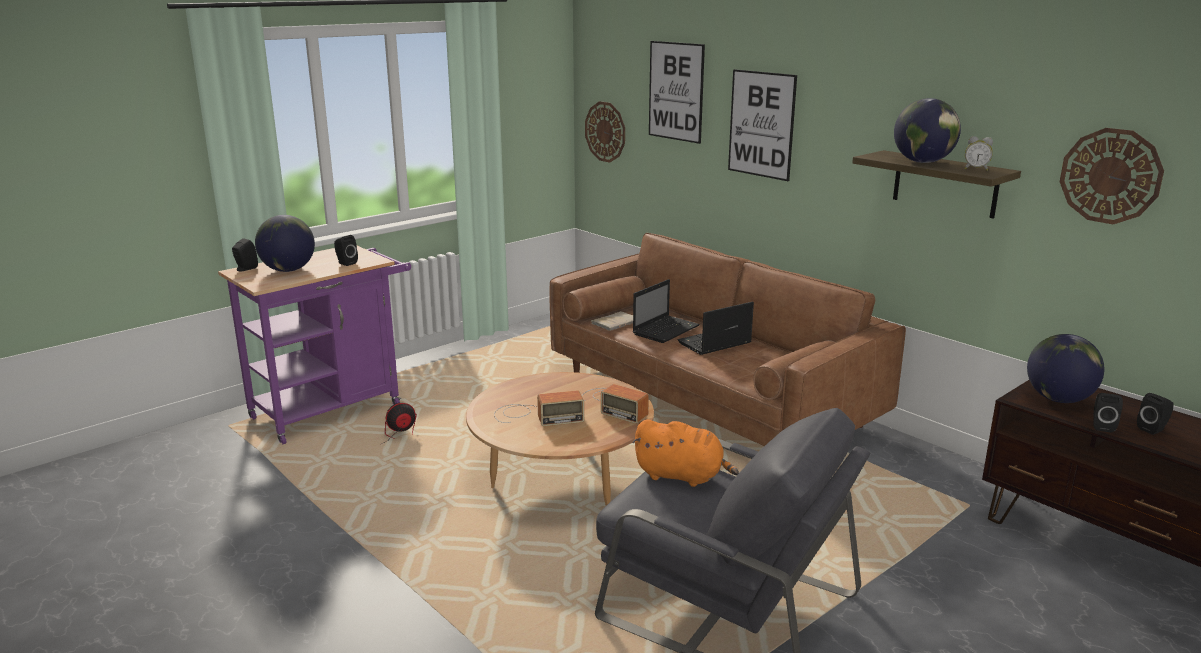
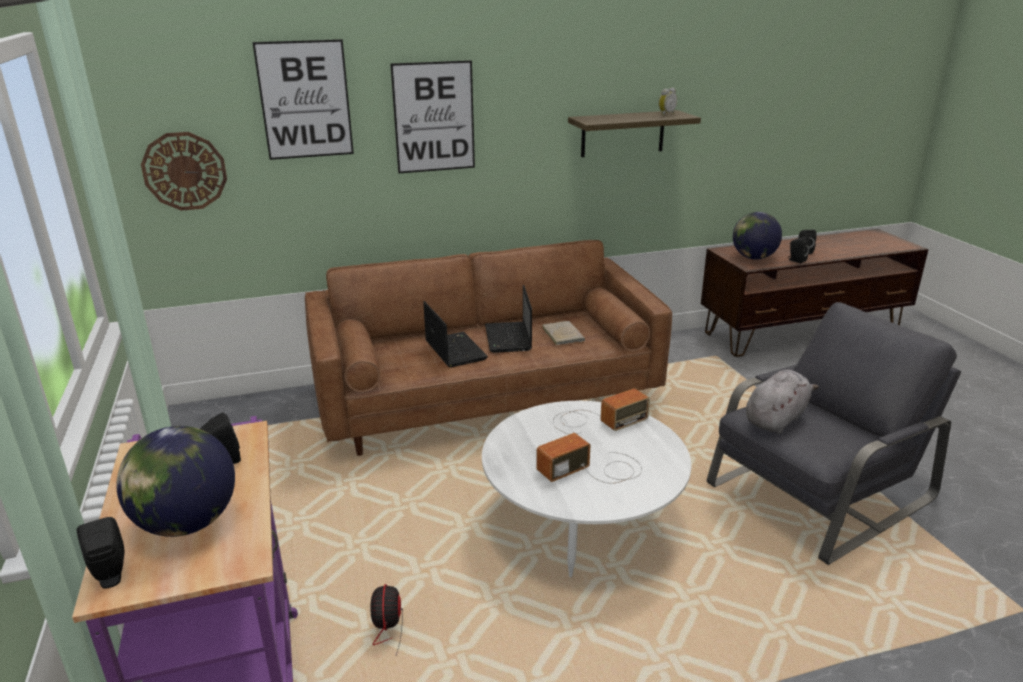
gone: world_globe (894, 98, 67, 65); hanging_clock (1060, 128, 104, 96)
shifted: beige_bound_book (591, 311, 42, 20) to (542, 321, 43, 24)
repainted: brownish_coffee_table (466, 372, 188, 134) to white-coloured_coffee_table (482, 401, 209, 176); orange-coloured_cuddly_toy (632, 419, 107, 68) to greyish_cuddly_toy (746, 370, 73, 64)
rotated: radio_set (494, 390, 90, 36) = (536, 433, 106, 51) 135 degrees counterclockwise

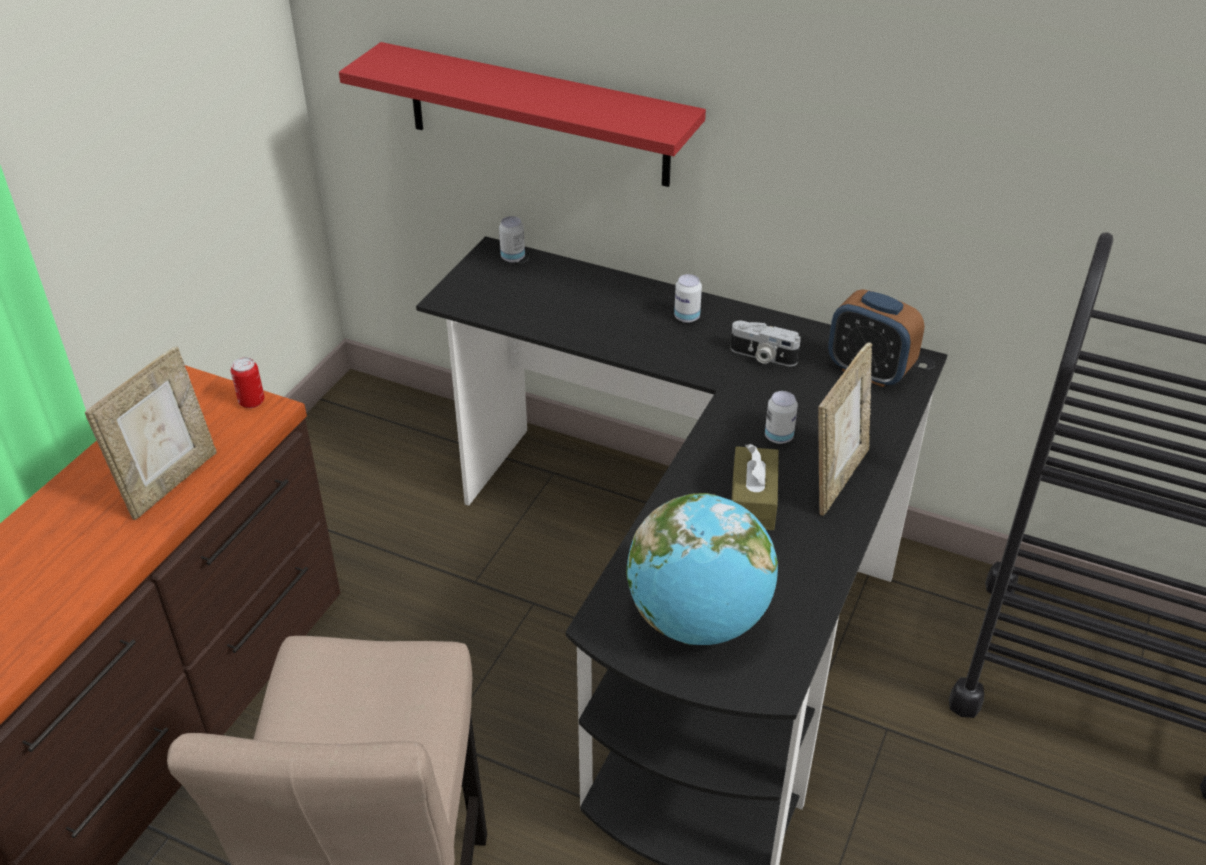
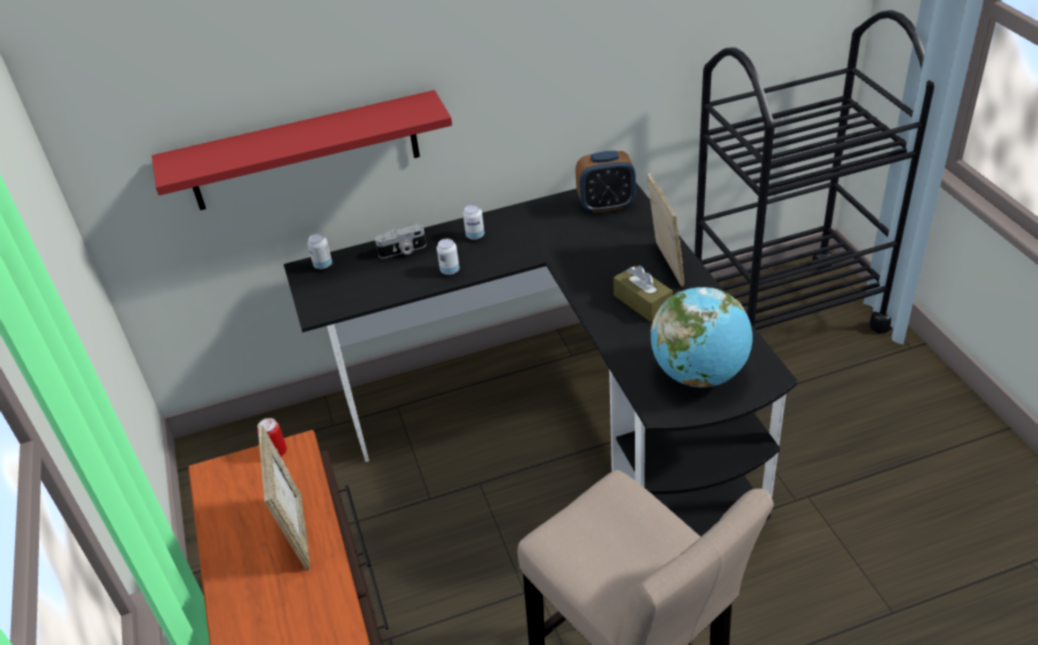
shifted: still_camera (730, 321, 71, 46) to (375, 224, 51, 35); sealed_can (765, 391, 33, 53) to (437, 238, 22, 37)

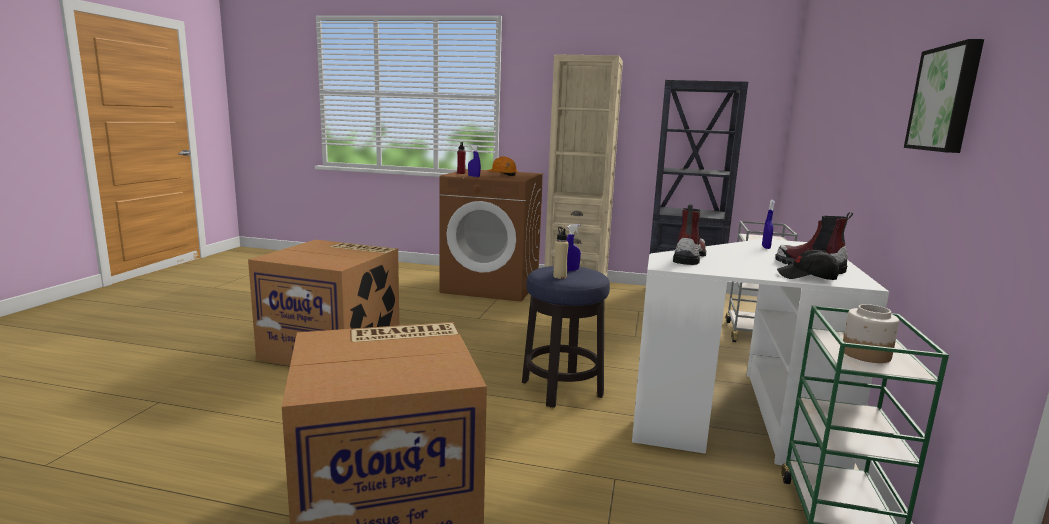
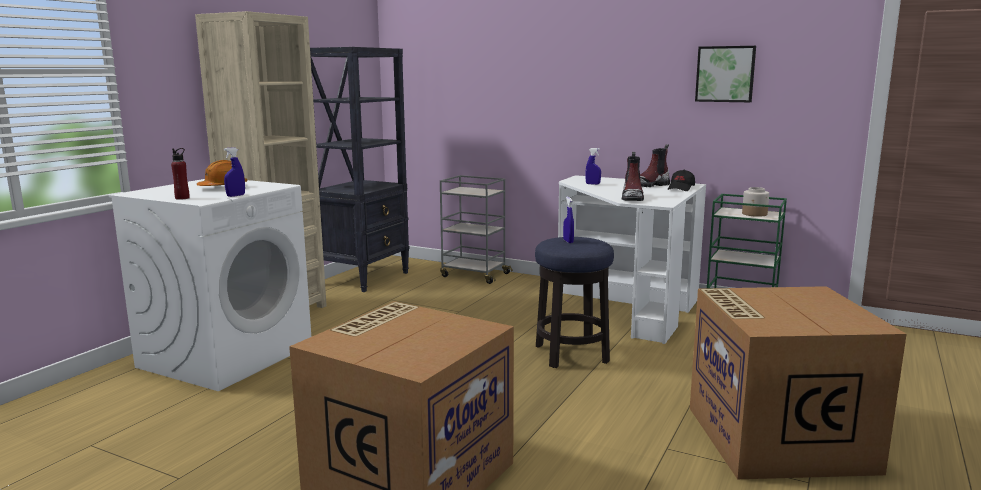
gone: beige_bottle (553, 227, 16, 52)
repainted: brownish_laundry_machine (440, 169, 103, 133) to white-coloured_laundry_machine (108, 179, 203, 212)
rotated: high-top_boot (673, 204, 33, 61) = (622, 152, 22, 49) 120 degrees counterclockwise

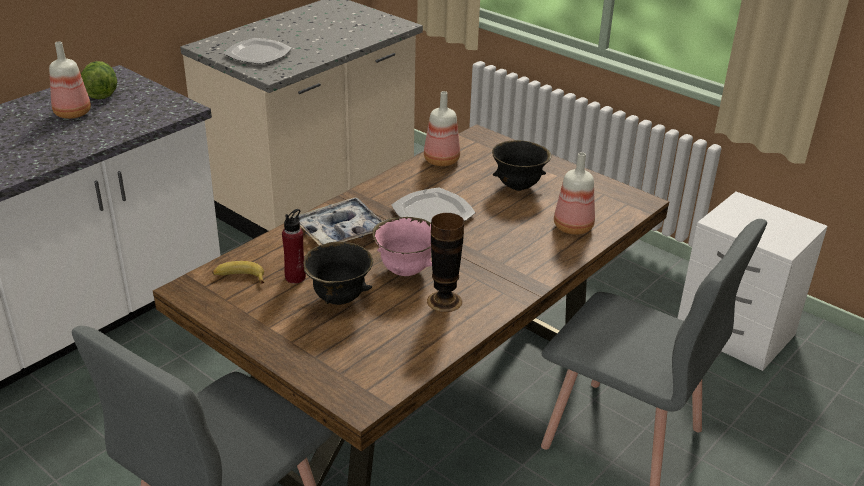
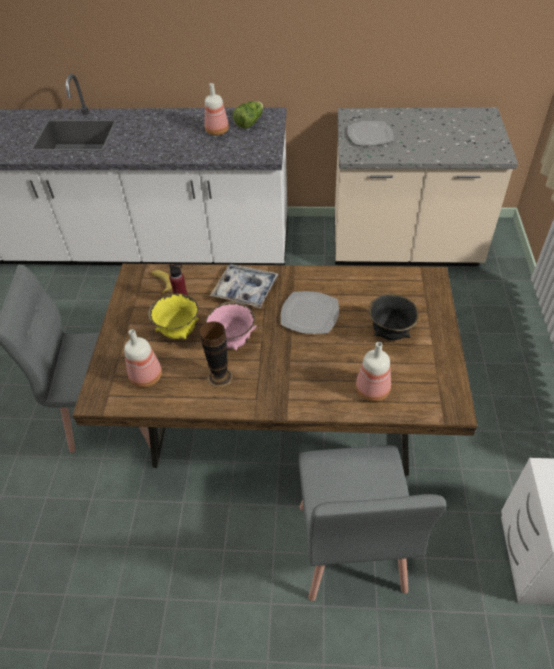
shifted: bottle (424, 91, 36, 75) to (124, 329, 38, 58)
repainted: black_bowl (303, 242, 70, 63) to yellowish_bowl (148, 293, 51, 46)

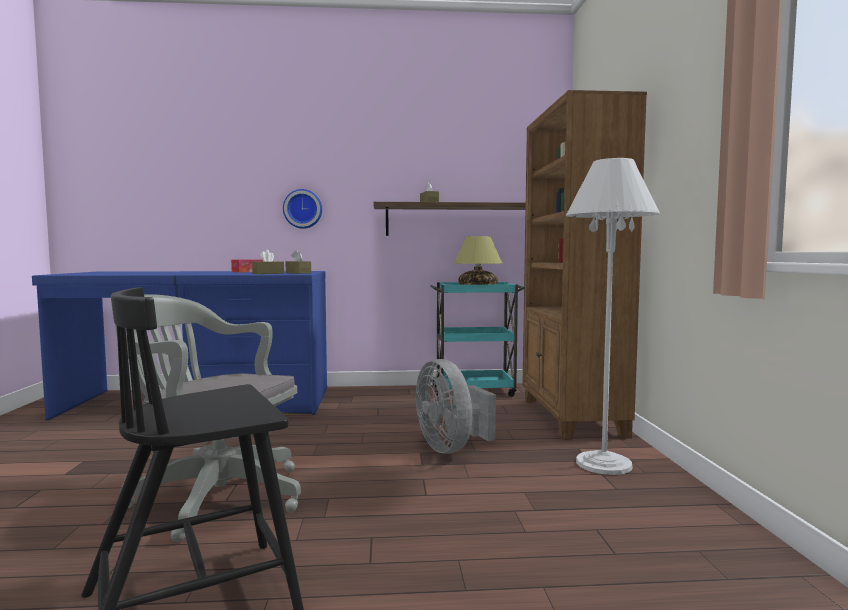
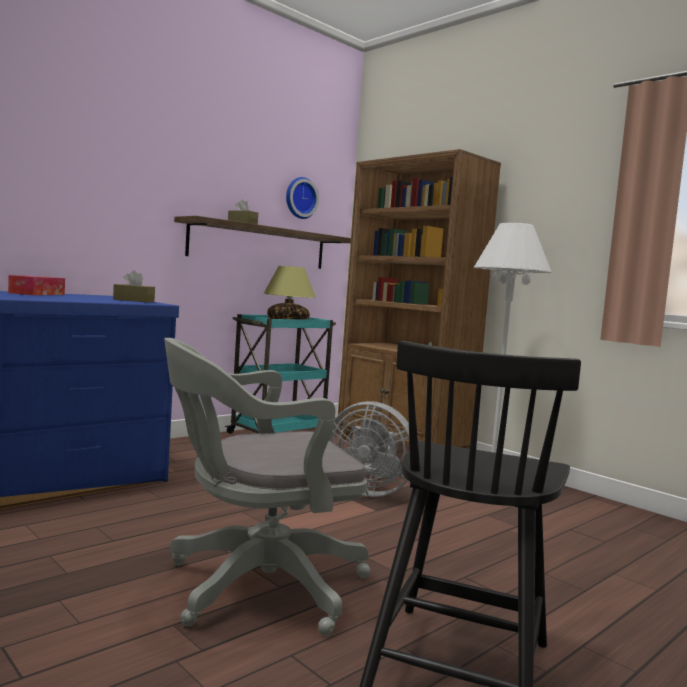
gone: brownish_box_of_tissues (252, 250, 32, 24)
shifted: hanging_clock (283, 189, 39, 40) to (286, 177, 33, 42)

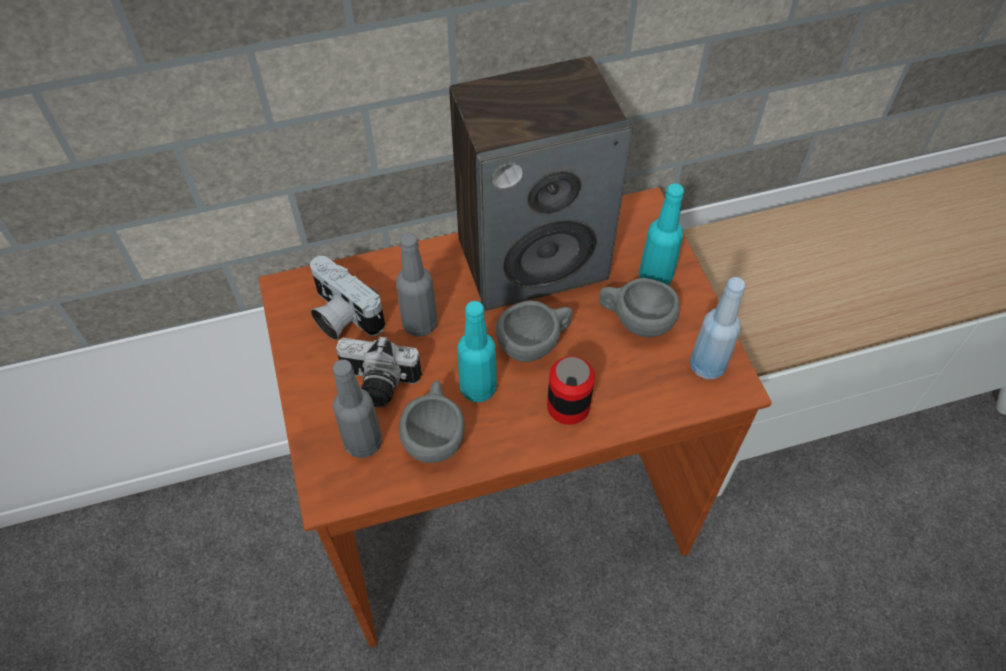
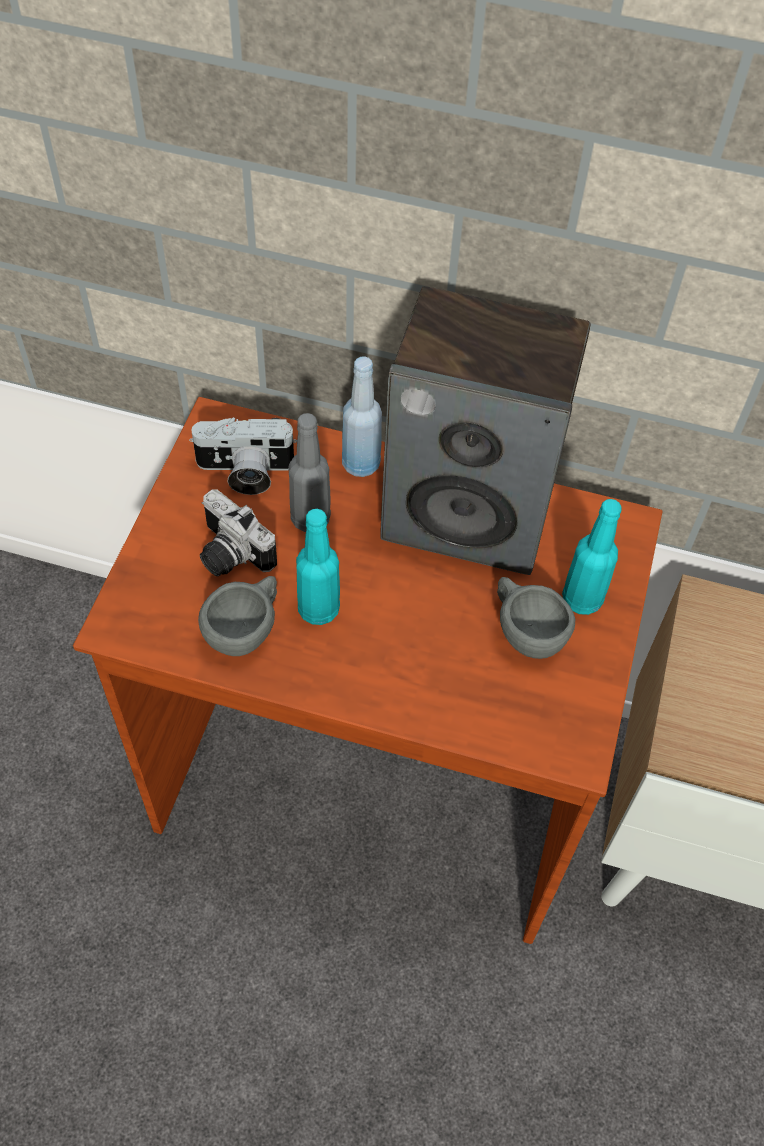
gone: greyish_bottle (332, 359, 50, 99); greyish_drinking_cup (496, 300, 77, 62); sealed_can (547, 357, 48, 68)
shifted: blue-coloured_bottle (690, 277, 56, 102) to (342, 356, 40, 121)
rotated: still_camera (310, 256, 75, 84) = (189, 417, 108, 78) 75 degrees counterclockwise

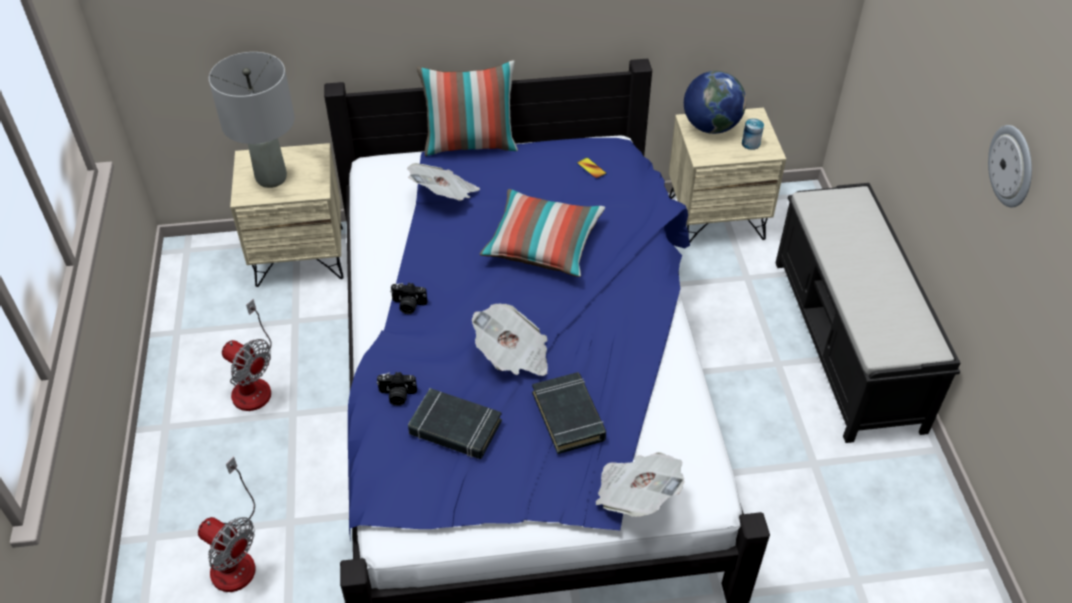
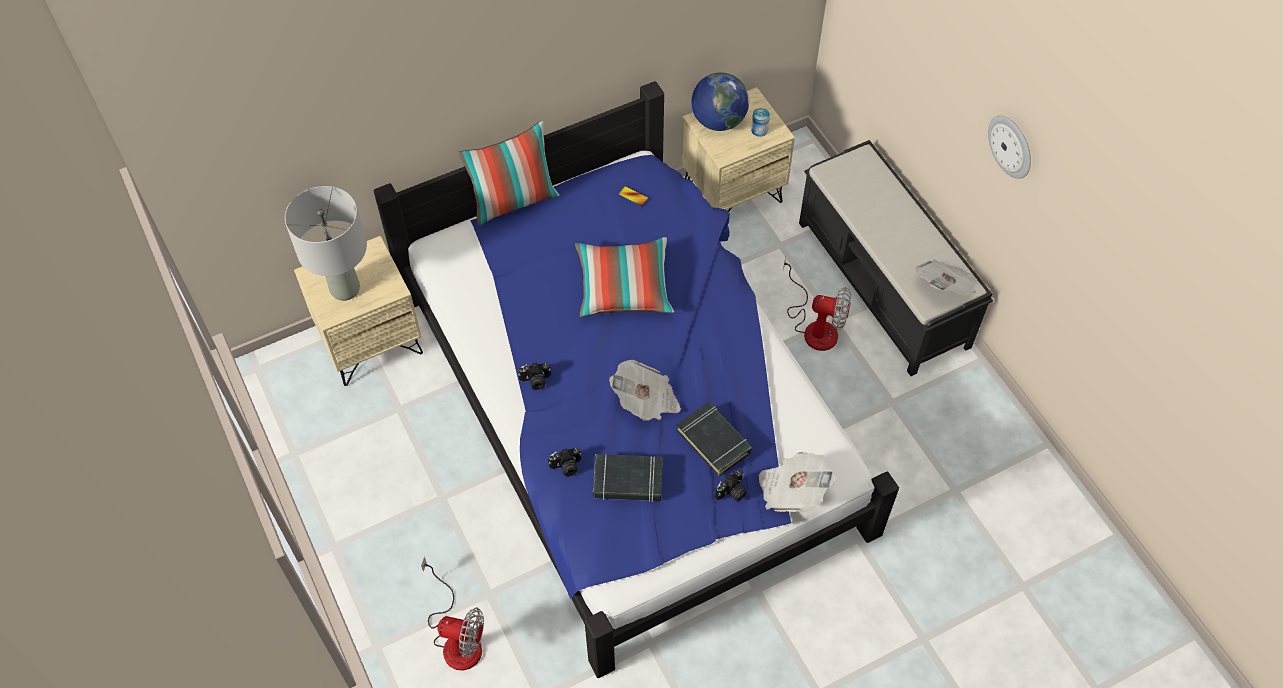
new: still_camera (715, 470, 32, 31)
shifted: cooling_fan (222, 299, 50, 112) to (783, 257, 68, 94); newspaper (407, 163, 73, 38) to (916, 260, 60, 36)

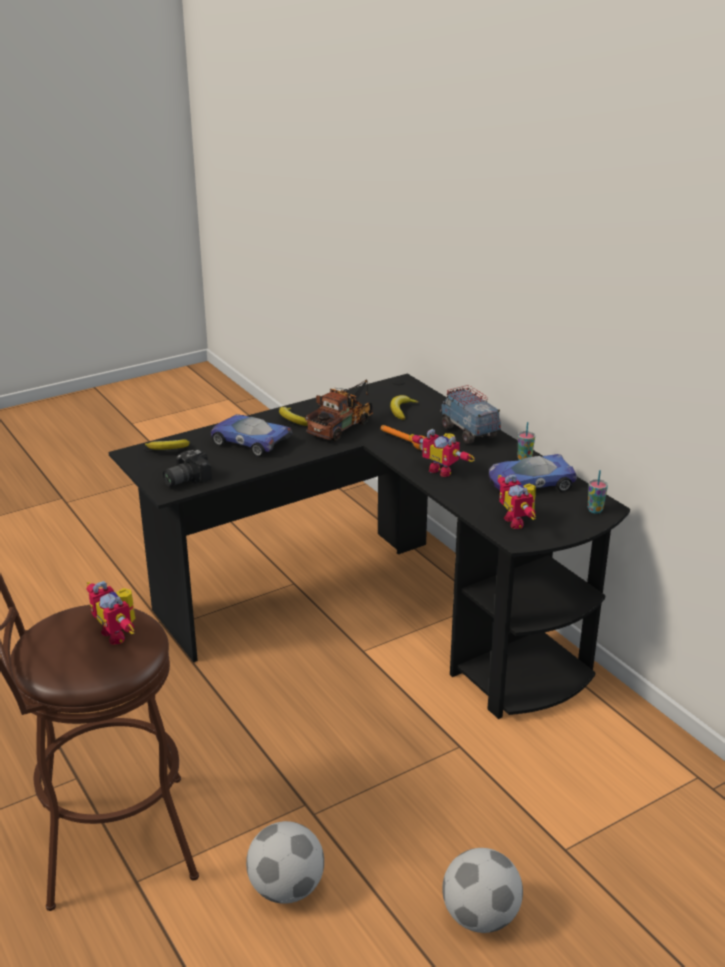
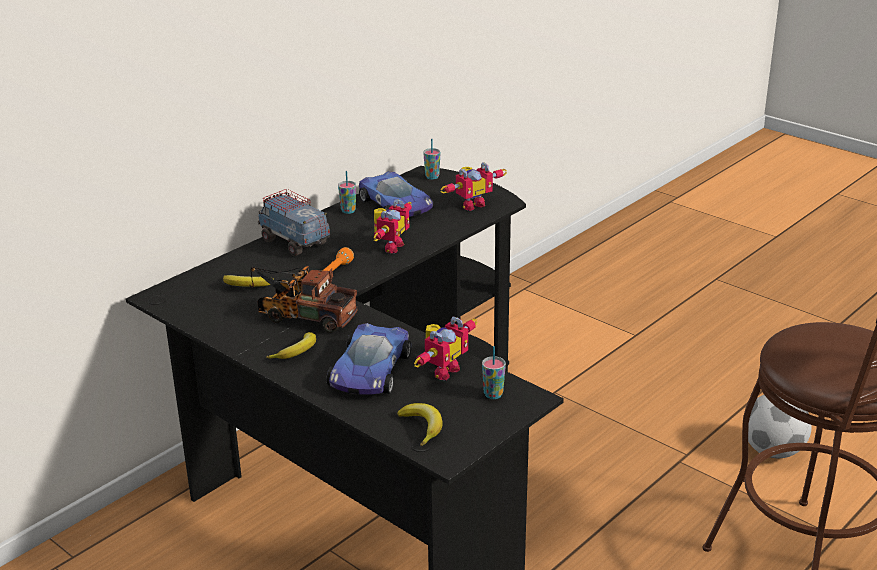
gone: football_ball (442, 848, 81, 85)
shifted: toy_robot (86, 581, 49, 64) to (414, 317, 63, 63)
swapped: still_camera (163, 450, 49, 36) to drinking_cup (482, 346, 24, 53)
rotated: toy_truck (440, 385, 61, 59) = (258, 189, 73, 67) 90 degrees clockwise

